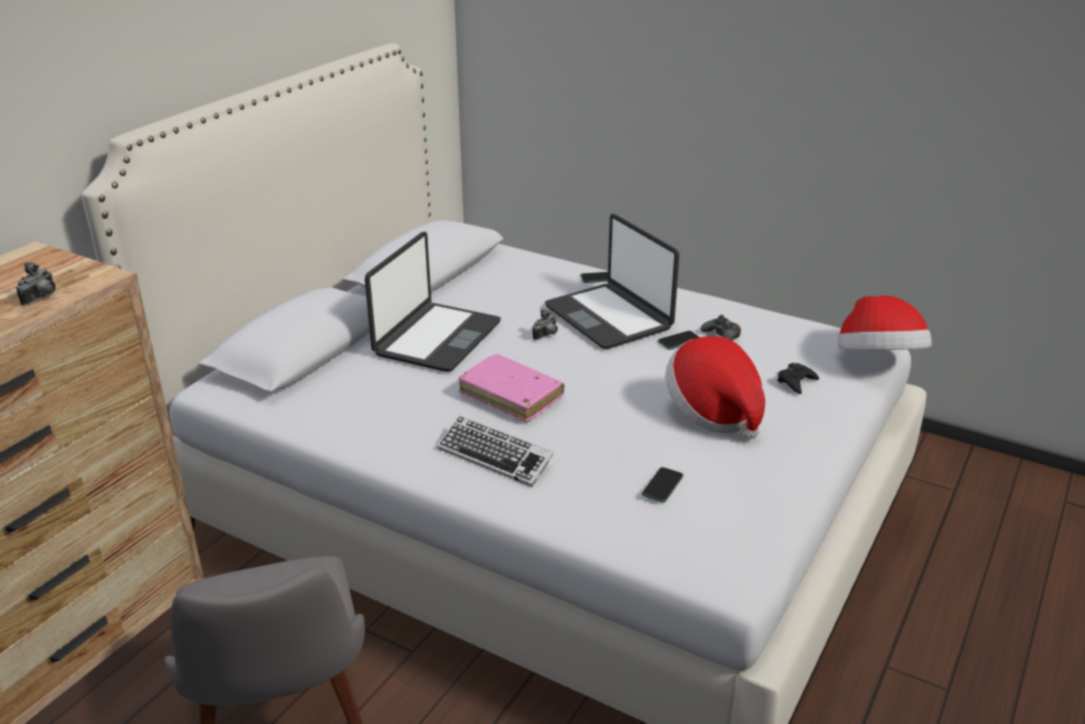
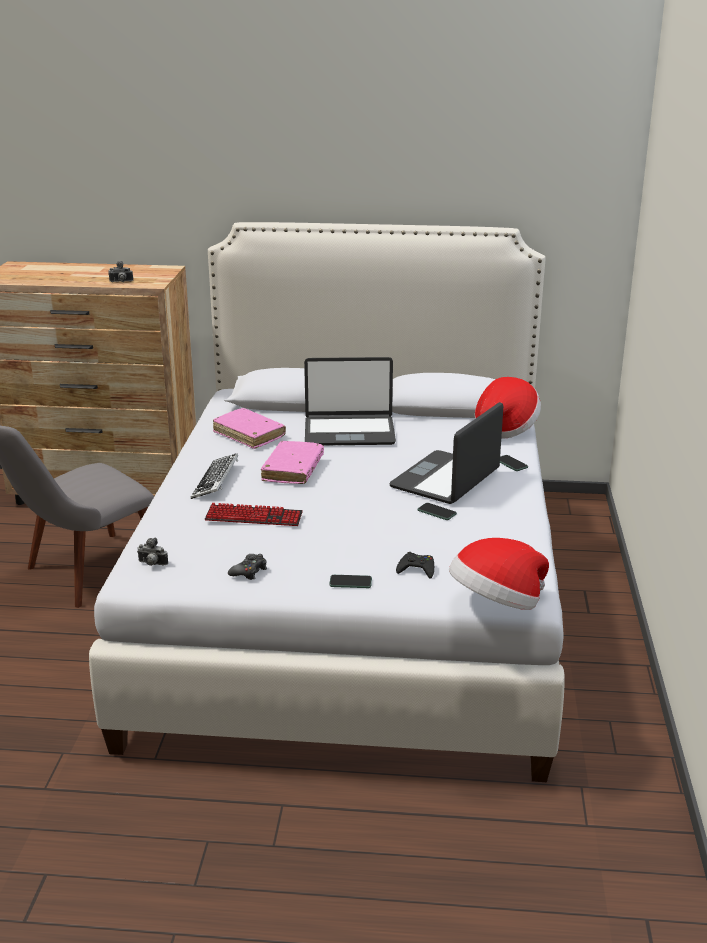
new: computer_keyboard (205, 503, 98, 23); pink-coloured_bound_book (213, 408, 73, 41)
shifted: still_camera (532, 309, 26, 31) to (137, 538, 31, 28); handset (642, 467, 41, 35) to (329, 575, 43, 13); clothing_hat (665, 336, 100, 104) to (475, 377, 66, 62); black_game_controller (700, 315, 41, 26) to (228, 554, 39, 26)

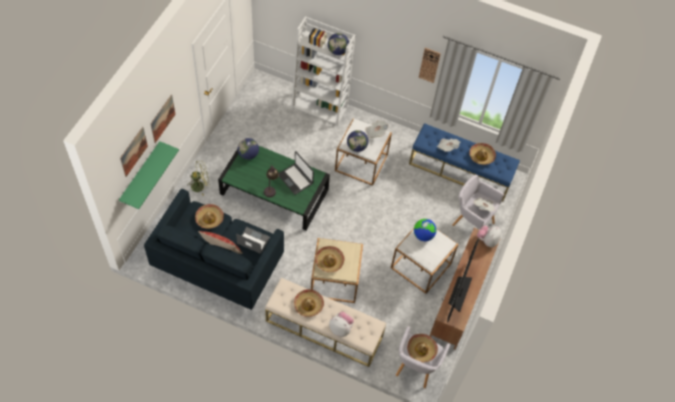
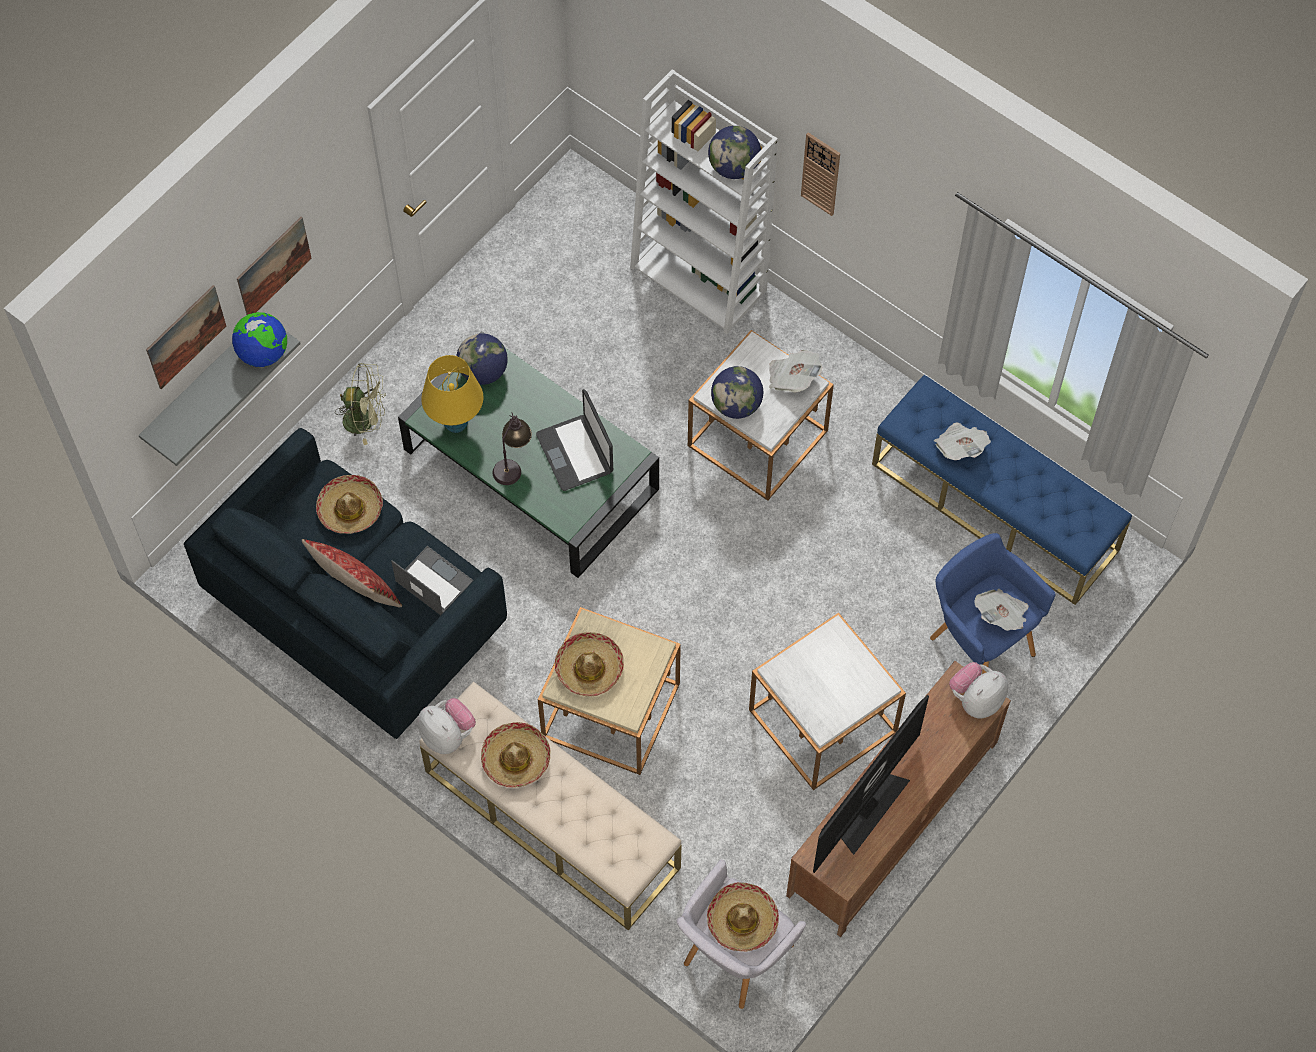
gone: clothing_hat (469, 143, 27, 22)
new: yellowish_lamp_for_a_table (421, 355, 63, 78)
shifted: cuddly_toy (329, 312, 25, 25) to (418, 698, 58, 56); world_globe (414, 219, 23, 22) to (232, 312, 55, 55); hanging_clock (419, 48, 22, 35) to (801, 132, 39, 84)
repainted: green-coloured_bracket_shelf (119, 141, 60, 68) to greyish_bracket_shelf (138, 331, 163, 135); greyish_easy_chair (452, 175, 52, 55) to blue-coloured_easy_chair (930, 533, 126, 141)

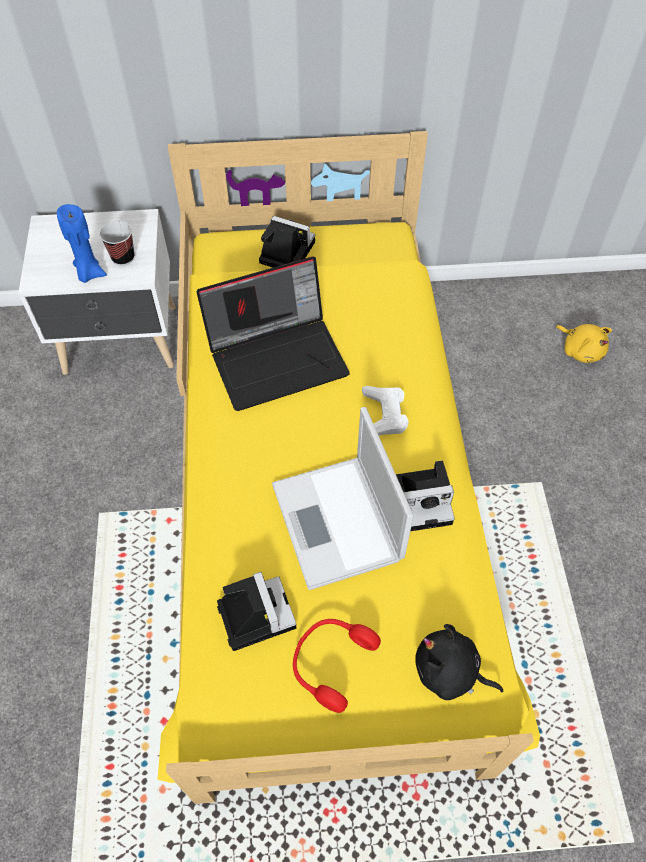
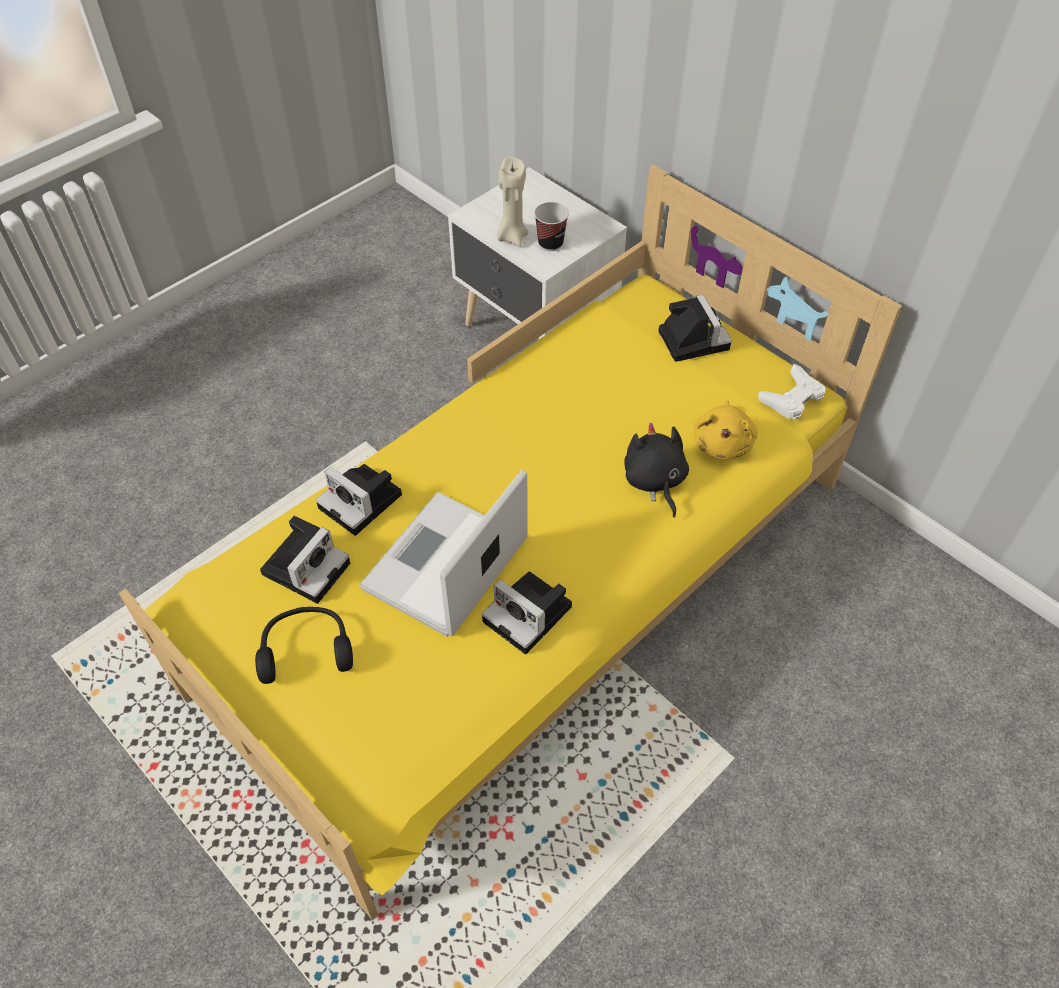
gone: portable_computer (197, 256, 153, 155)
new: still_camera (316, 464, 86, 72)
shifted: white-coloured_game_controller (362, 386, 47, 50) to (758, 364, 68, 56); black_cuddly_toy (415, 624, 88, 76) to (624, 423, 65, 95); yellowish_cuddly_toy (555, 324, 57, 39) to (694, 400, 64, 60)
repainted: blue-coloured_wax_light (57, 204, 50, 79) to beige_wax_light (497, 157, 31, 90); reddish_headphones (293, 619, 88, 94) to black_headphones (255, 607, 98, 77)

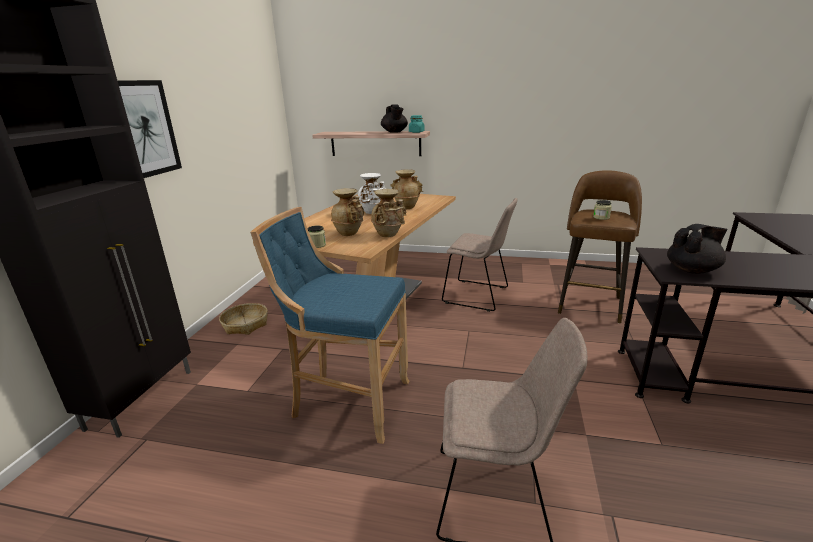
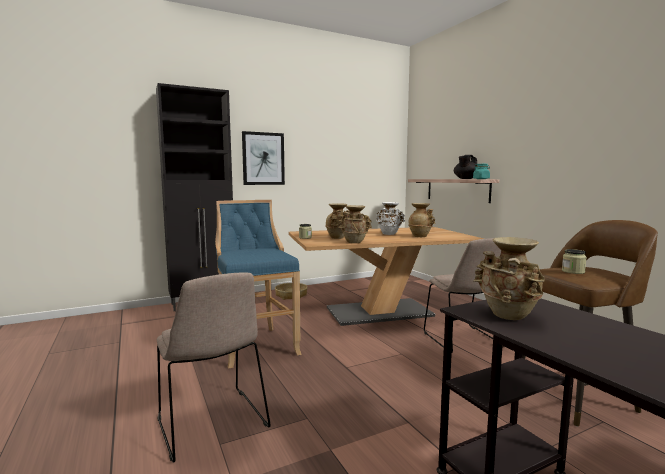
swapped: black_tea_pot (667, 224, 61, 50) to beige_vase (473, 237, 72, 83)

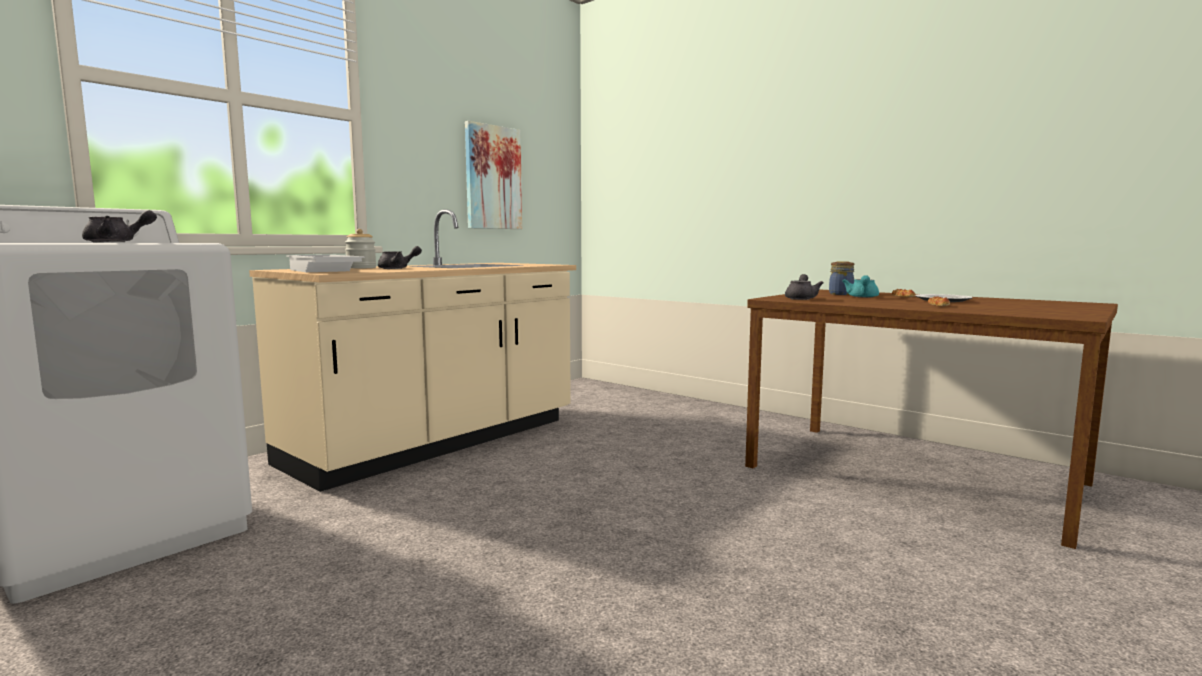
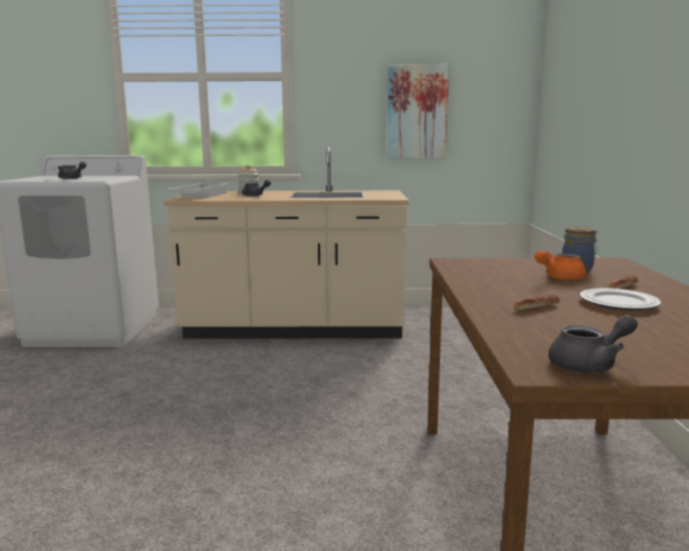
shifted: greyish_tea_pot (785, 274, 38, 26) to (548, 314, 90, 59)
repainted: blue-green_tea_pot (843, 275, 36, 23) to orange-coloured_tea_pot (535, 251, 52, 29)

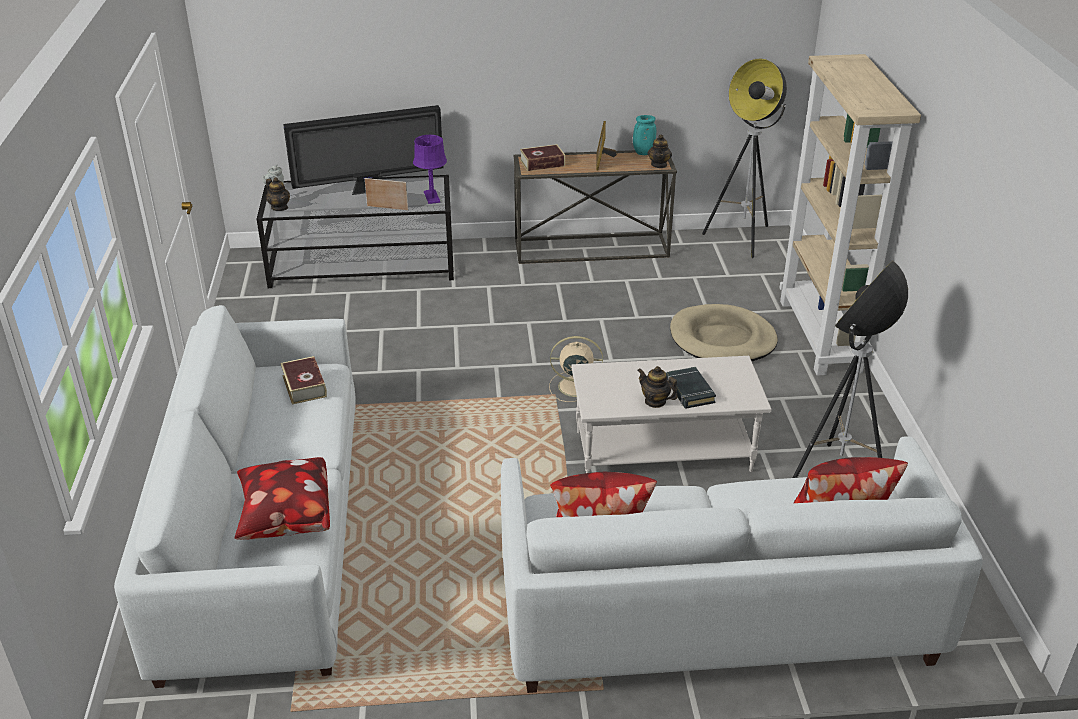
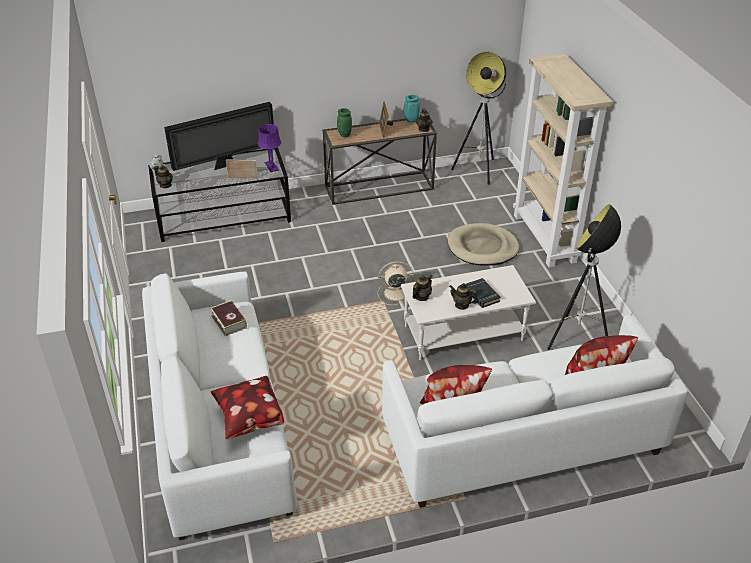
new: tea_pot (412, 275, 20, 26)
swapped: bound_book (520, 144, 45, 27) to green-coloured_vase (337, 108, 15, 29)

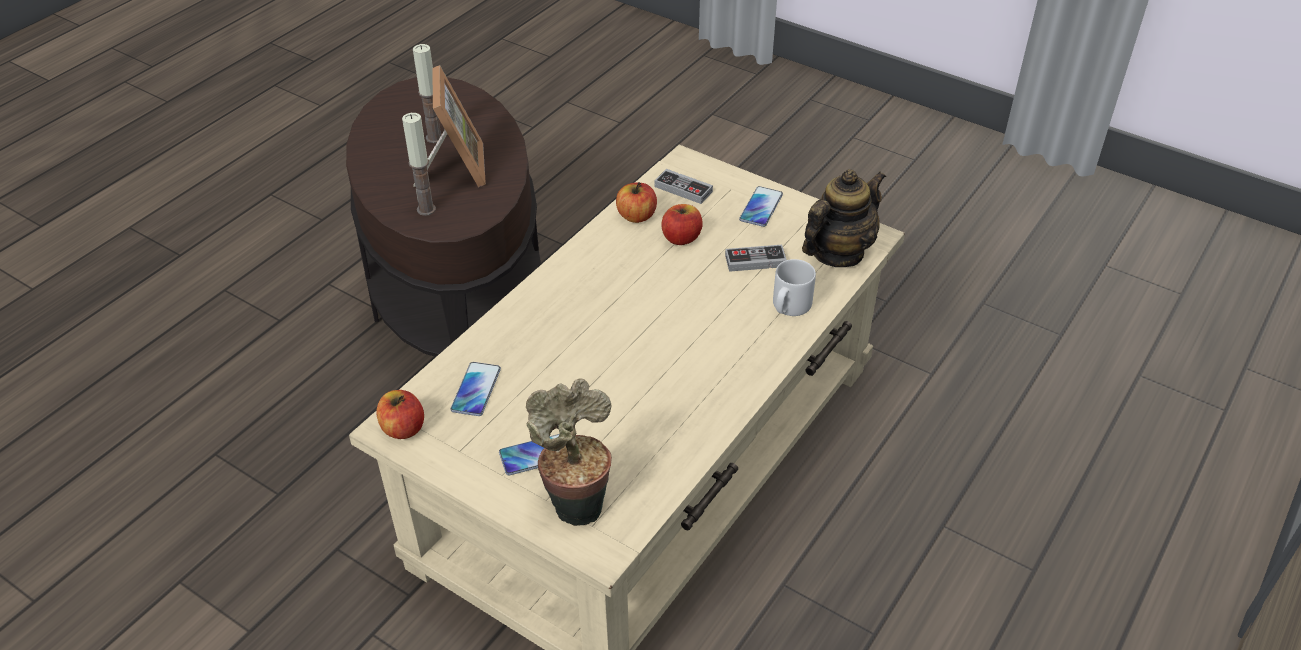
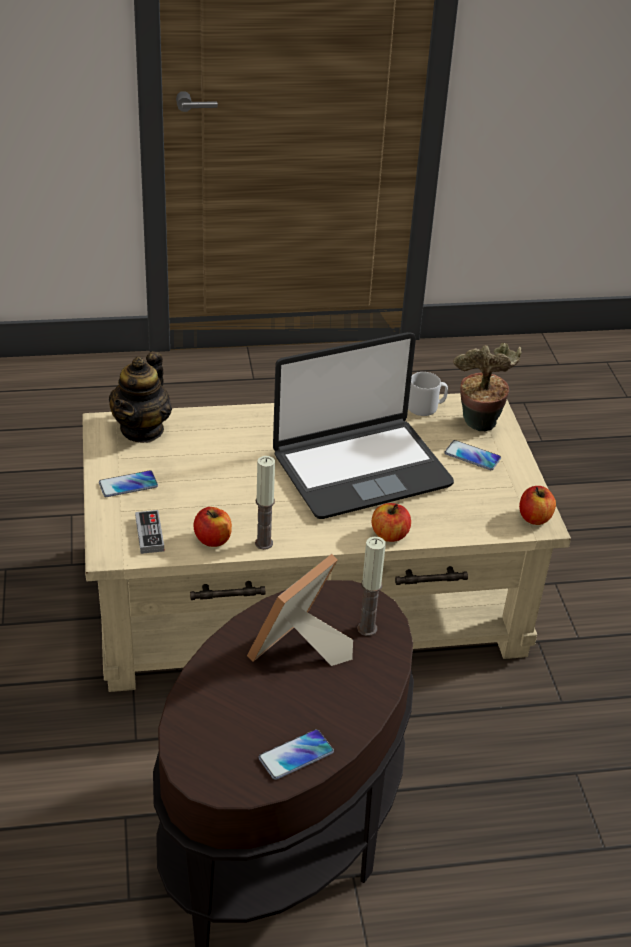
gone: game_controller (725, 245, 62, 27)
new: portable_computer (273, 332, 181, 187)
shifted: wax_light (413, 44, 29, 99) to (255, 456, 20, 94); handset (450, 362, 51, 54) to (258, 729, 76, 51); apple (661, 204, 42, 41) to (372, 503, 39, 39); greyish_coffee_mug (773, 259, 43, 57) to (408, 372, 40, 44)
rotated: tea_pot (802, 169, 84, 98) = (109, 351, 63, 92) 75 degrees counterclockwise

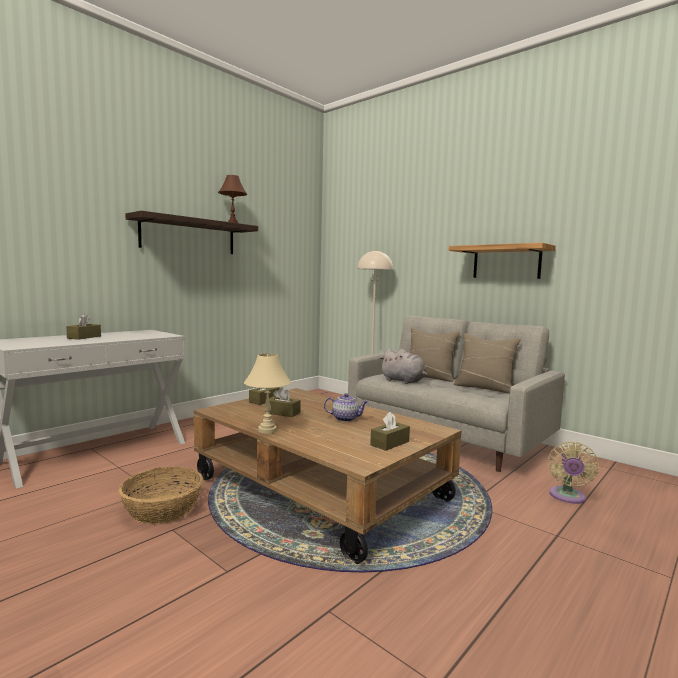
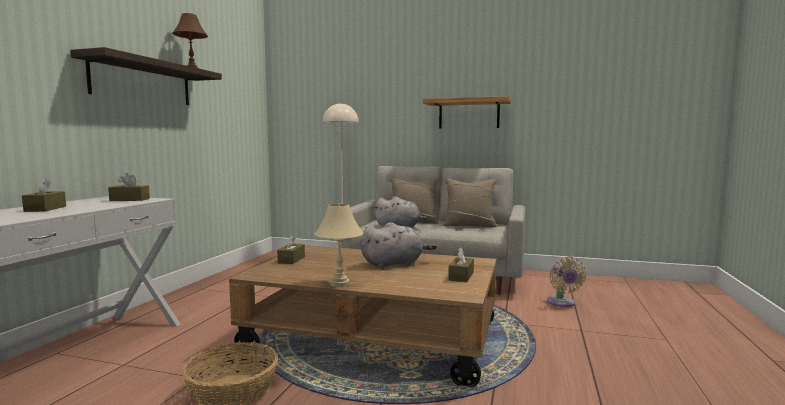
shifted: brownish_box_of_tissues (265, 387, 36, 30) to (108, 173, 42, 28)
swapped: tea_pot (324, 393, 44, 29) to greyish_cuddly_toy (360, 222, 77, 46)

